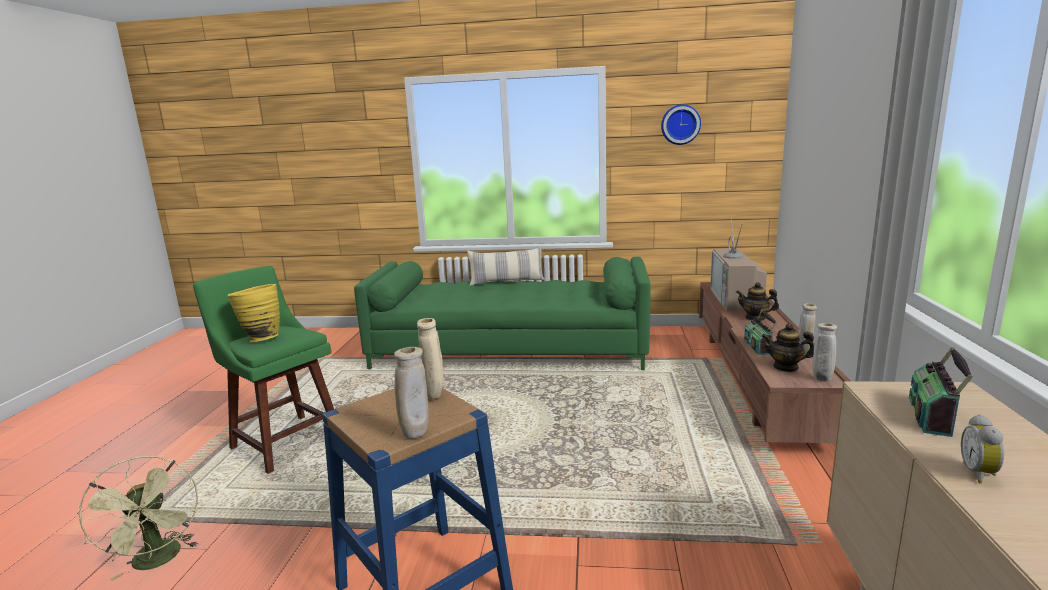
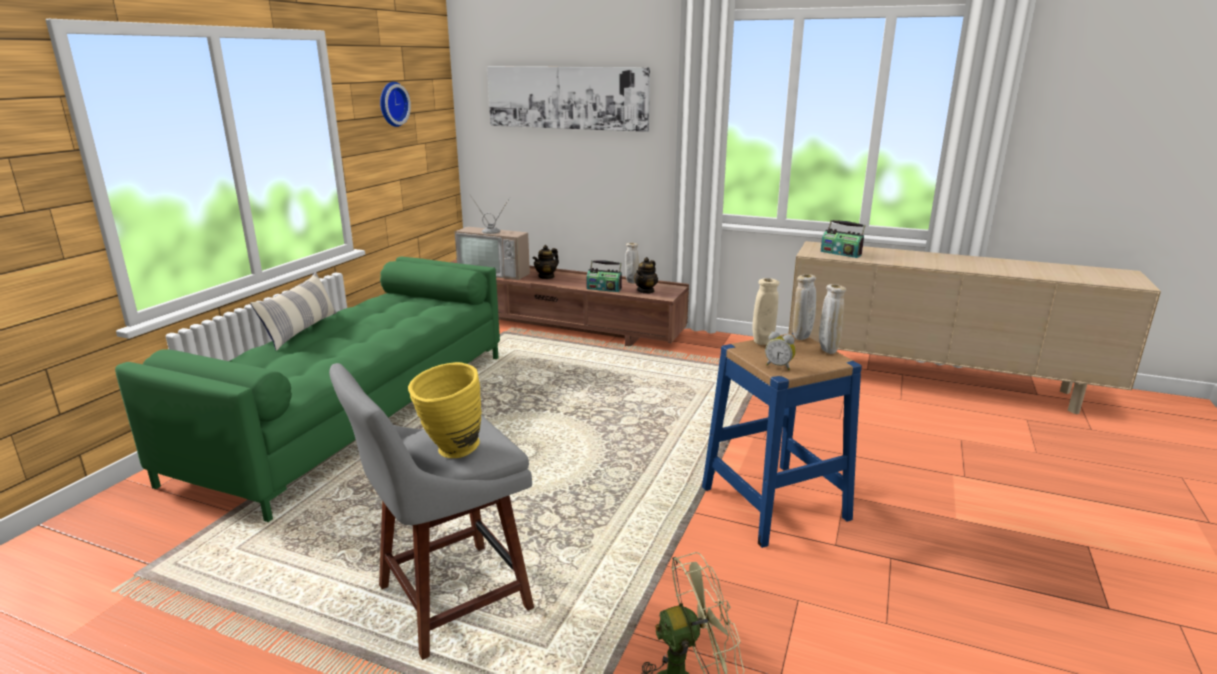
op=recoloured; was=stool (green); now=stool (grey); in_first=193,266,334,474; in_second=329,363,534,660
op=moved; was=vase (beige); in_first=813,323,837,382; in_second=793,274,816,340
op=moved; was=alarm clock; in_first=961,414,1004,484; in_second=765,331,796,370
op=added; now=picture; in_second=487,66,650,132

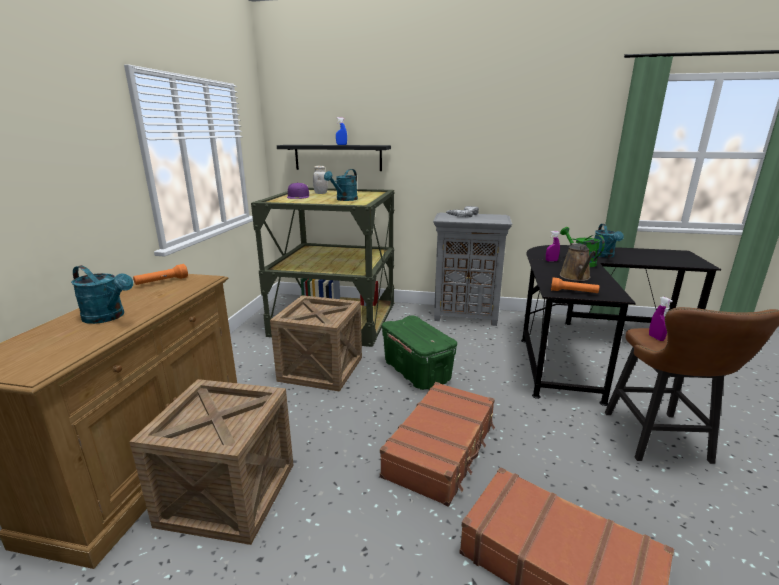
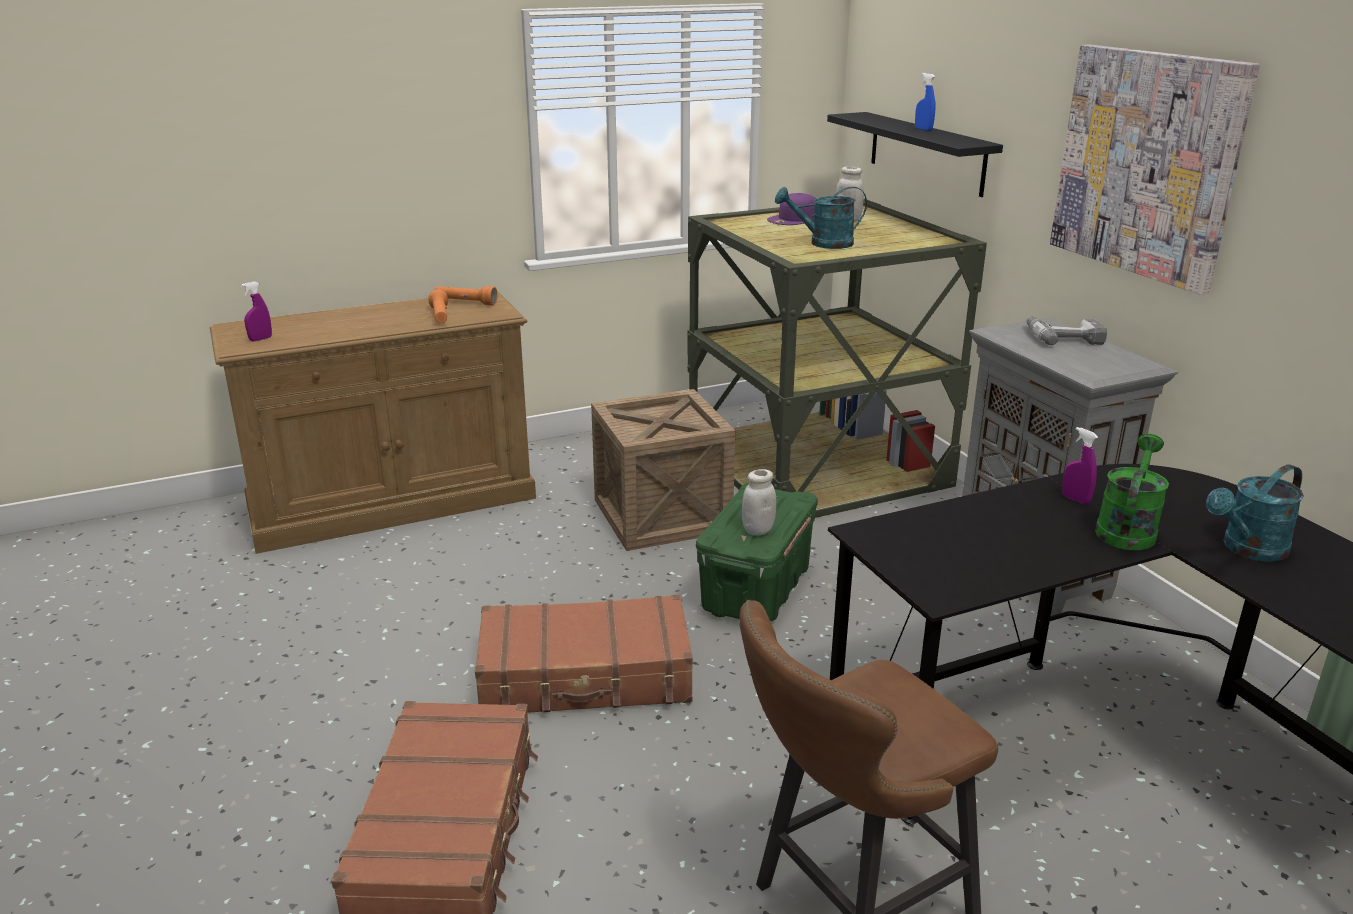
op=removed; was=watering can (turquoise); in_first=71,265,133,324
op=removed; was=crate; in_first=129,379,293,545
op=moved; was=flashlight (orange); in_first=551,277,599,293; in_second=428,289,448,323
op=removed; was=watering can (brown); in_first=560,243,595,281
op=moved; was=spray bottle (purple); in_first=649,297,673,341; in_second=241,281,272,342
op=added; now=jar (white); in_second=742,469,776,535
op=added; now=picture; in_second=1050,44,1260,295

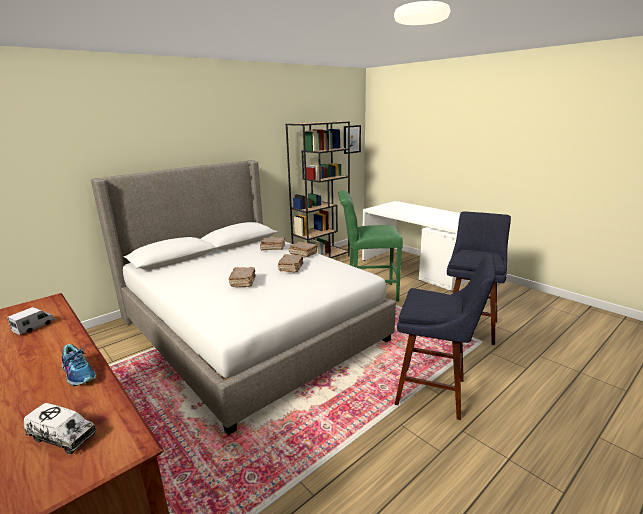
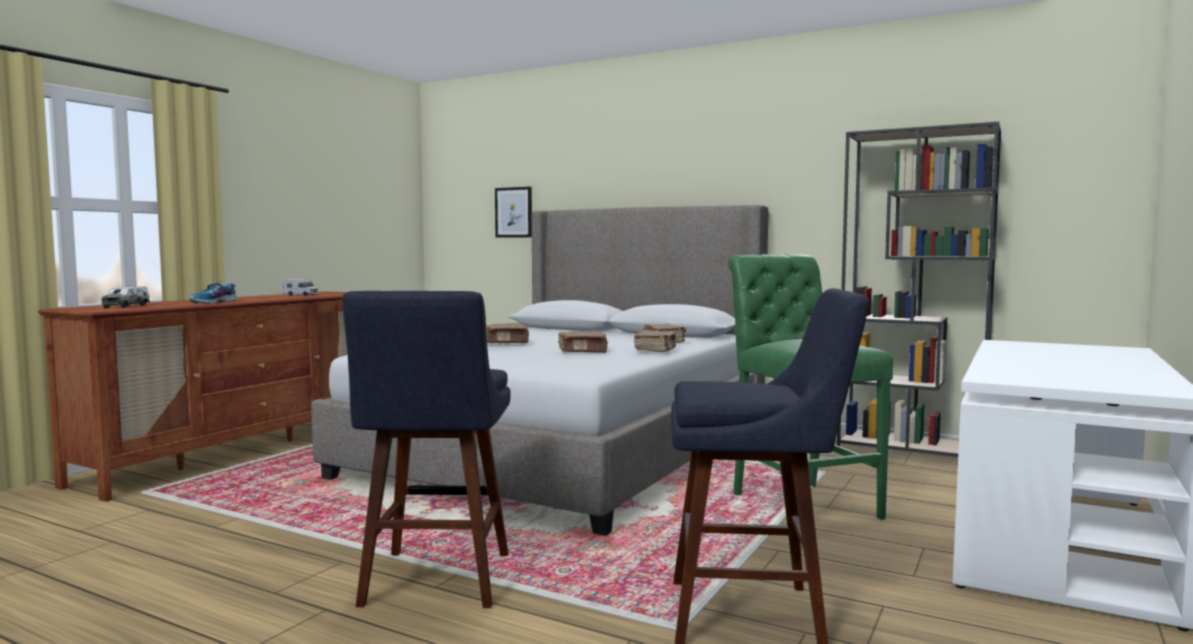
op=moved; was=picture; in_first=344,125,361,154; in_second=495,187,532,238

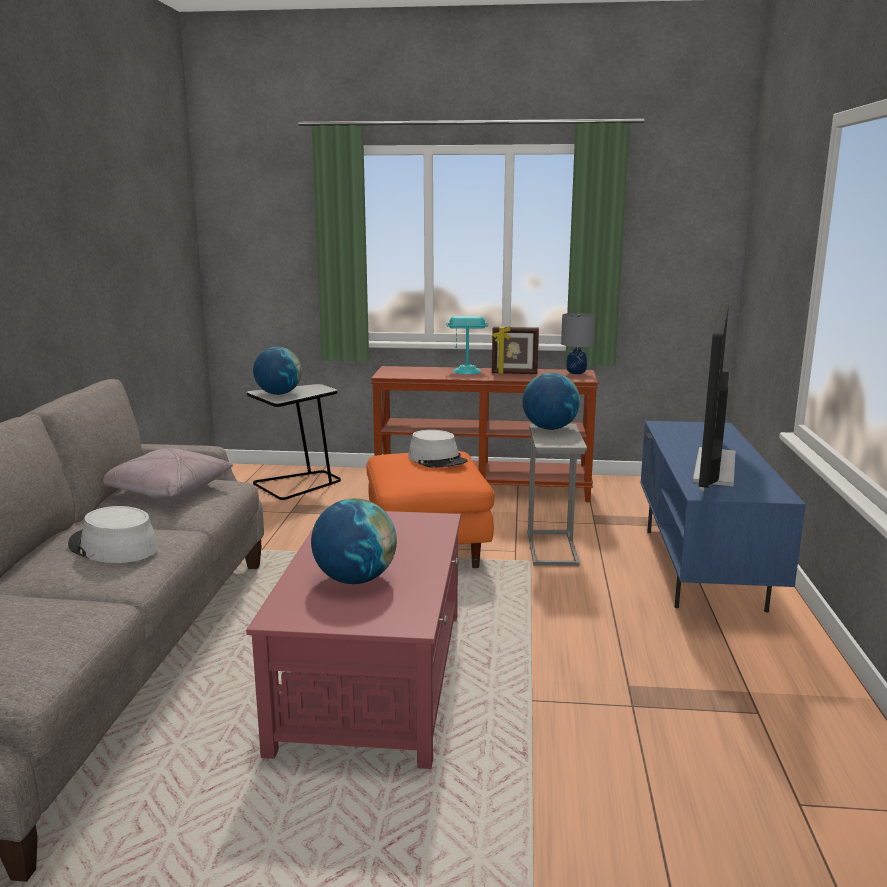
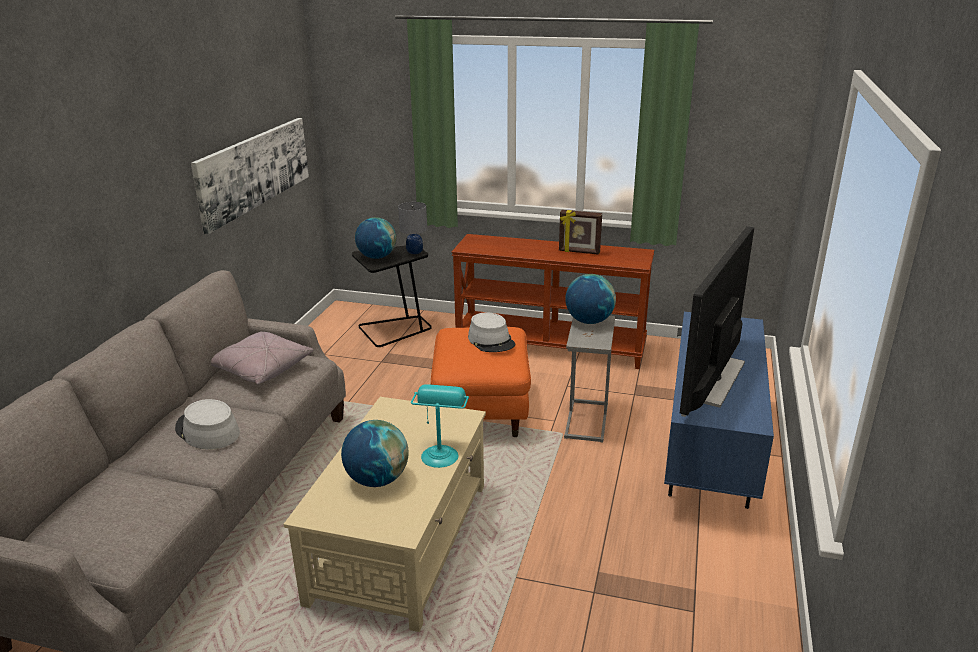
op=recoloured; was=coffee table (red); now=coffee table (beige); in_first=246,509,461,769; in_second=283,397,486,632
op=moved; was=table lamp (turquoise); in_first=446,316,488,374; in_second=411,384,469,468
op=moved; was=table lamp (grey); in_first=561,313,596,374; in_second=398,202,427,254
op=added; now=picture; in_second=191,118,309,234

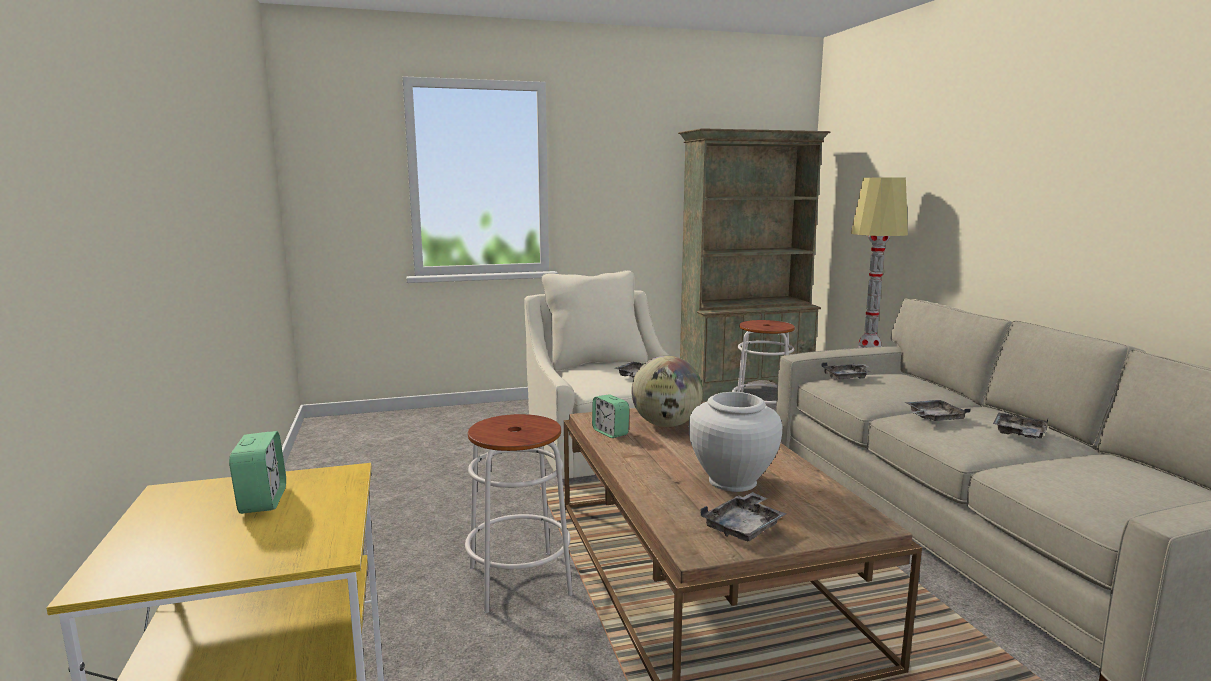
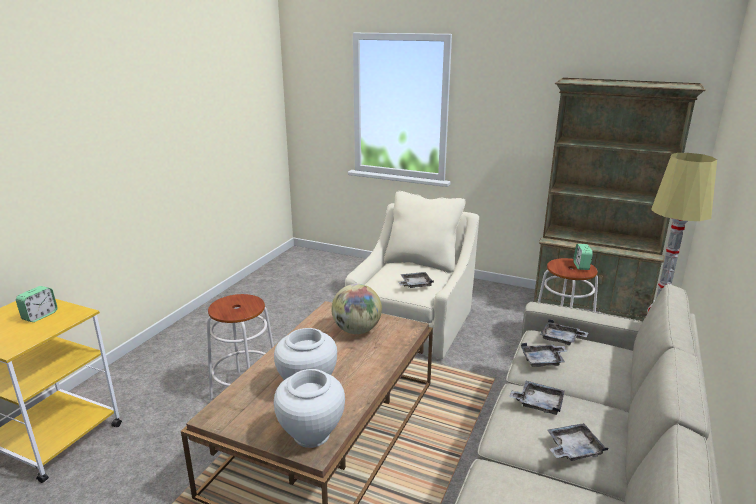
op=moved; was=alarm clock; in_first=592,394,629,438; in_second=573,244,593,270
op=moved; was=tray (grey); in_first=700,492,786,541; in_second=521,343,567,367
op=added; now=vase (white); in_second=274,369,345,448

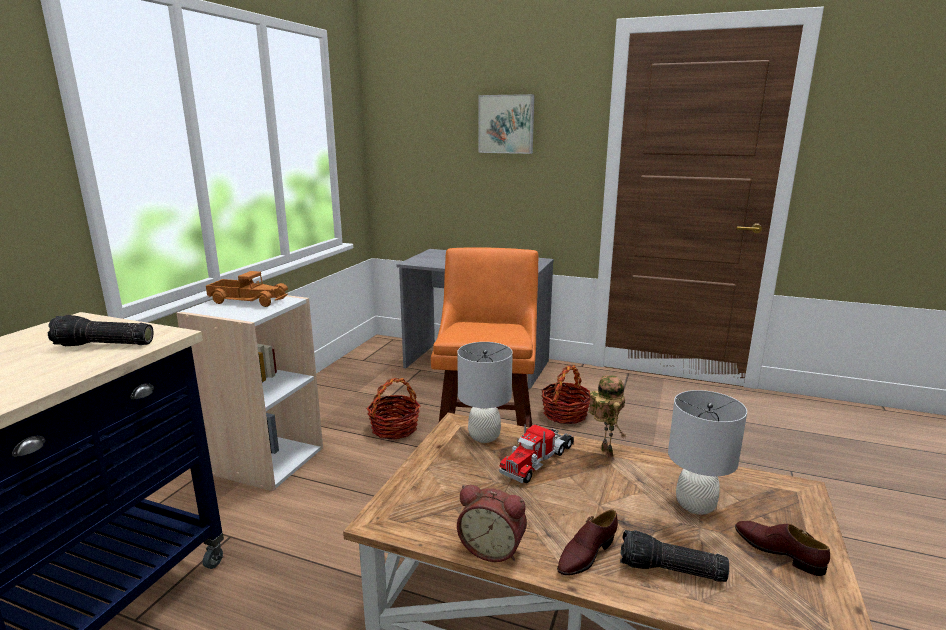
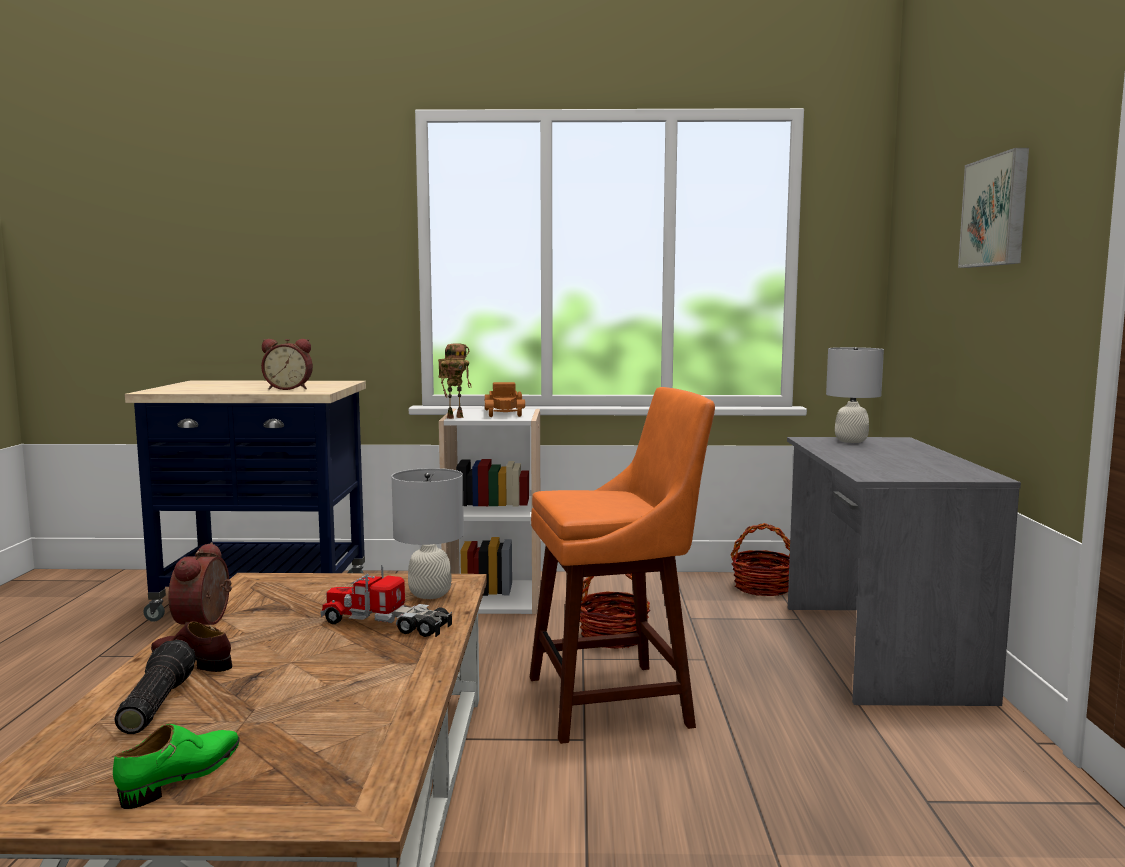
op=replaced; was=flashlight; now=alarm clock; in_first=48,315,154,346; in_second=261,339,313,390
op=moved; was=basket; in_first=541,365,590,424; in_second=731,523,790,596
op=moved; was=toy robot; in_first=589,375,627,458; in_second=438,343,472,419
op=moved; was=table lamp (grey); in_first=668,390,747,515; in_second=826,347,884,443
op=recoloured; was=shoe (brown); now=shoe (green); in_first=735,521,830,576; in_second=113,724,240,809

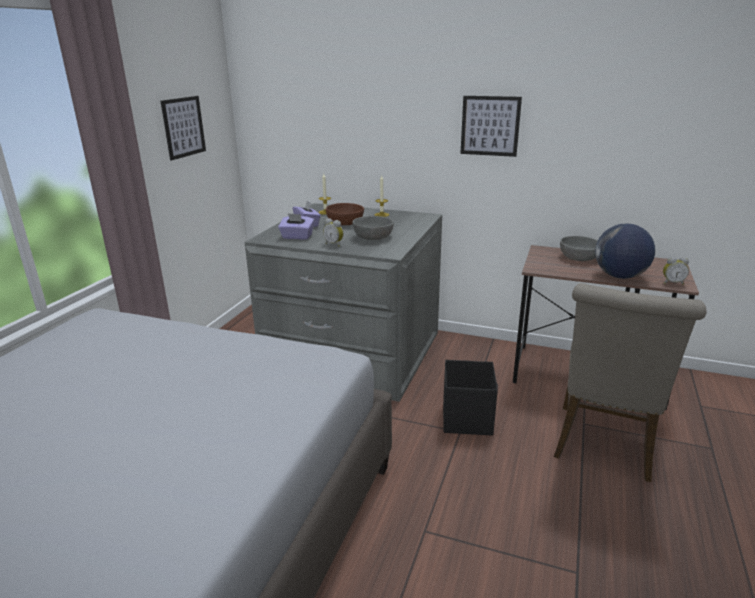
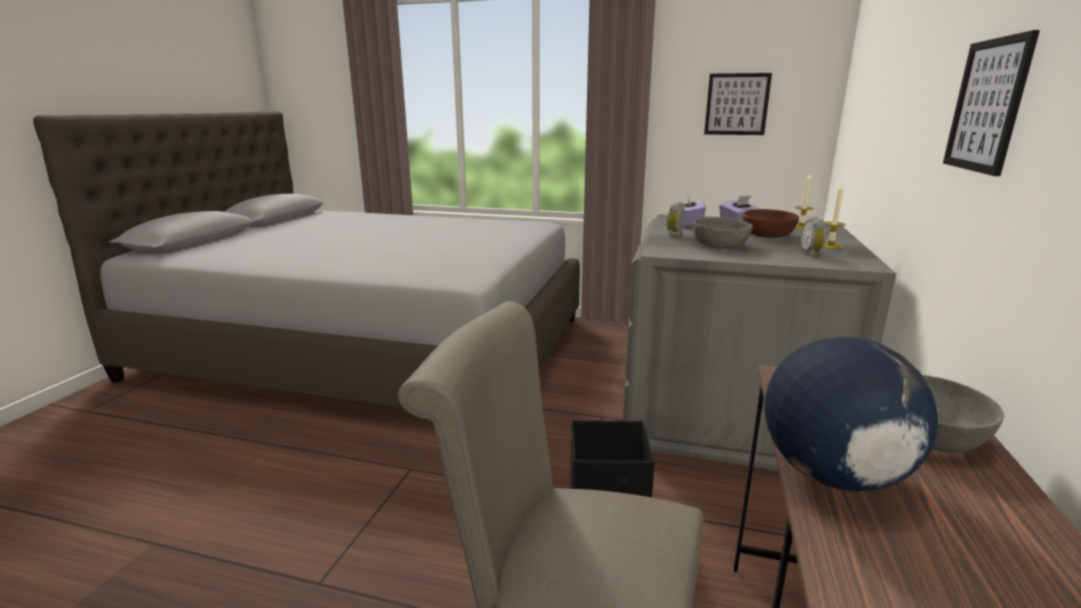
op=moved; was=alarm clock; in_first=663,257,689,285; in_second=801,216,826,257

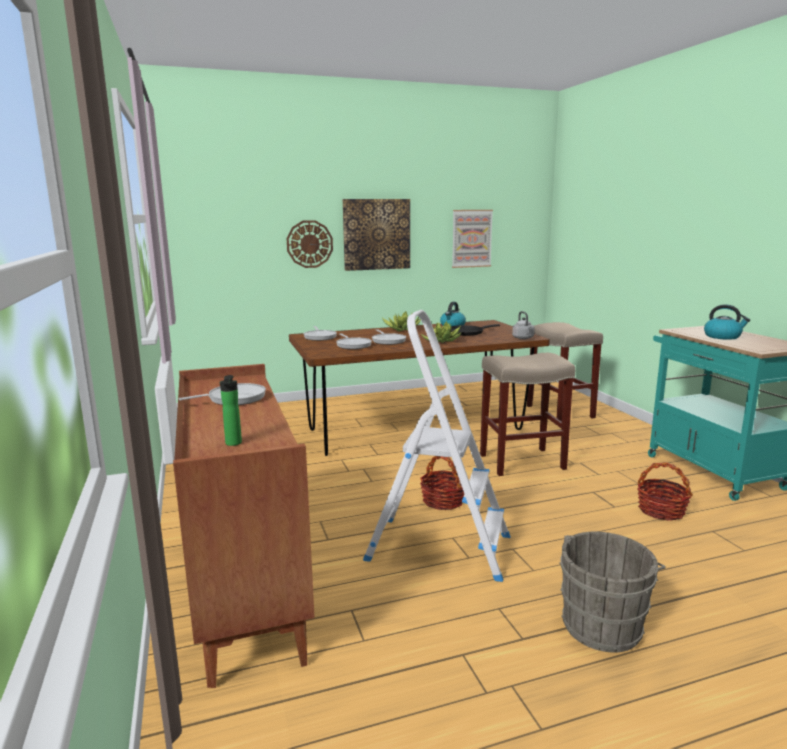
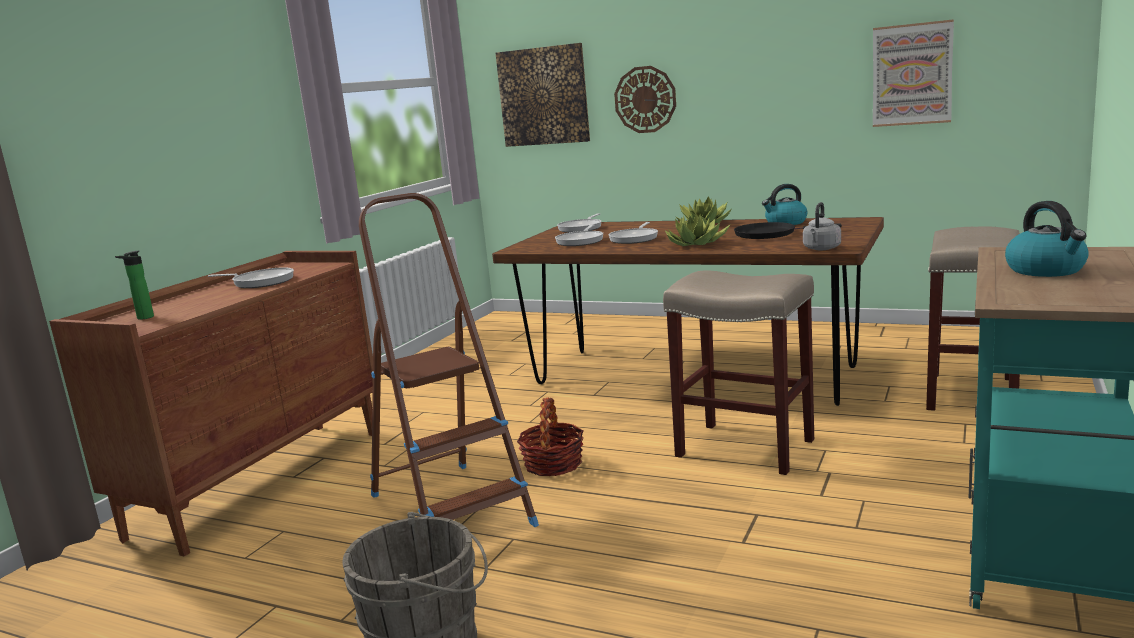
op=moved; was=picture; in_first=343,199,410,271; in_second=495,43,590,147
op=recoloured; was=step ladder (white); now=step ladder (brown); in_first=363,310,510,582; in_second=359,193,539,527
op=removed; was=basket; in_first=637,462,693,521

